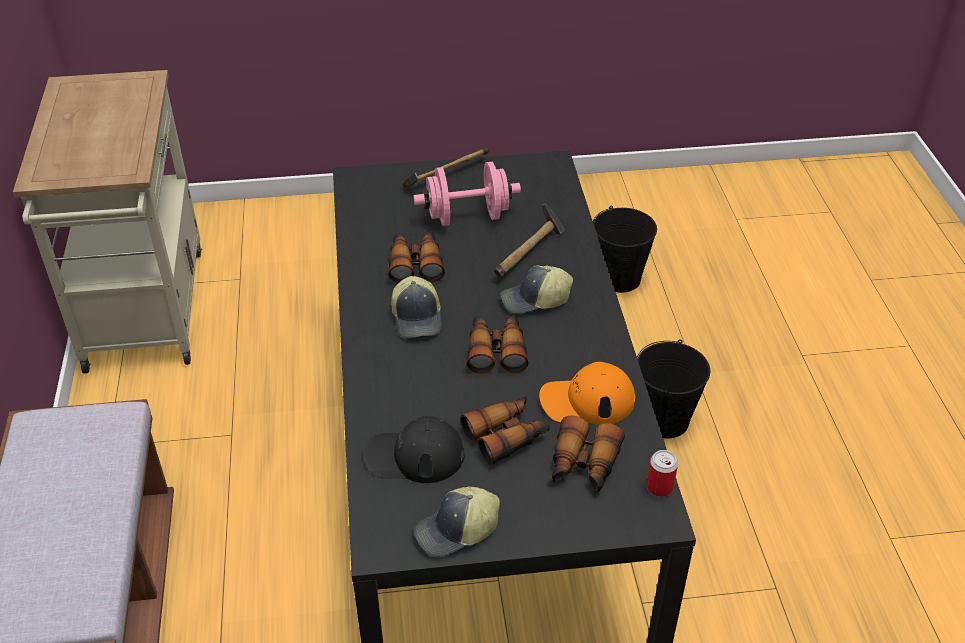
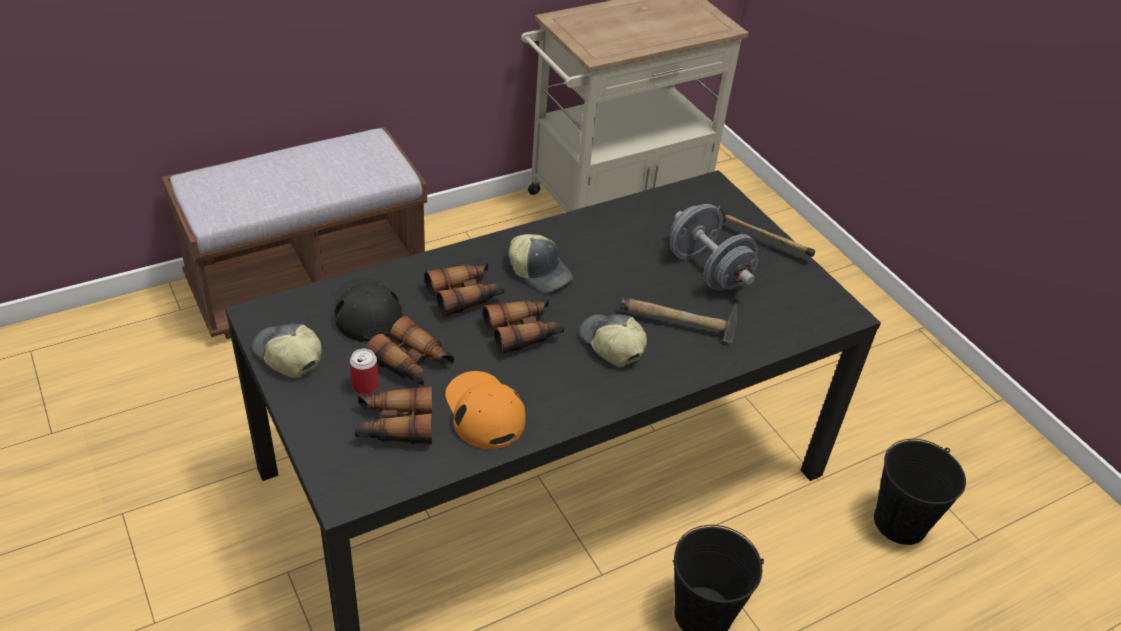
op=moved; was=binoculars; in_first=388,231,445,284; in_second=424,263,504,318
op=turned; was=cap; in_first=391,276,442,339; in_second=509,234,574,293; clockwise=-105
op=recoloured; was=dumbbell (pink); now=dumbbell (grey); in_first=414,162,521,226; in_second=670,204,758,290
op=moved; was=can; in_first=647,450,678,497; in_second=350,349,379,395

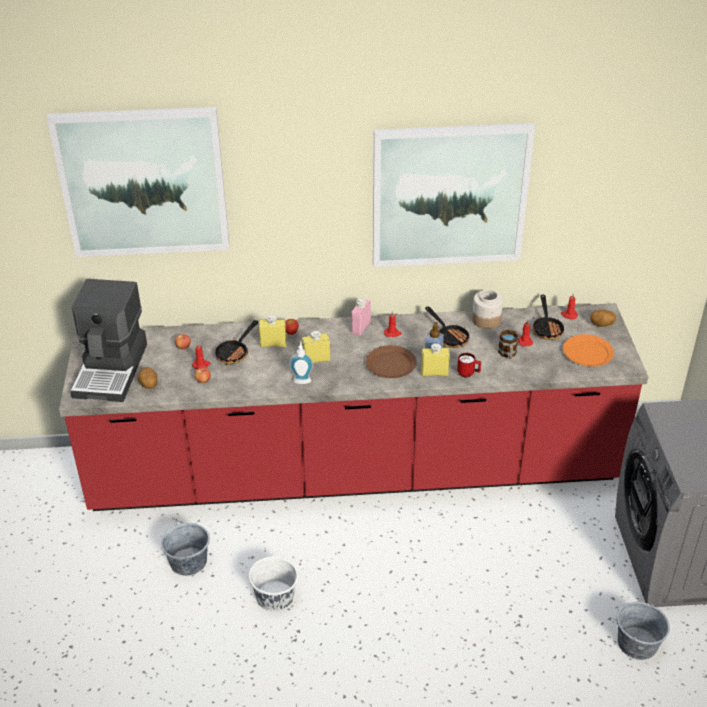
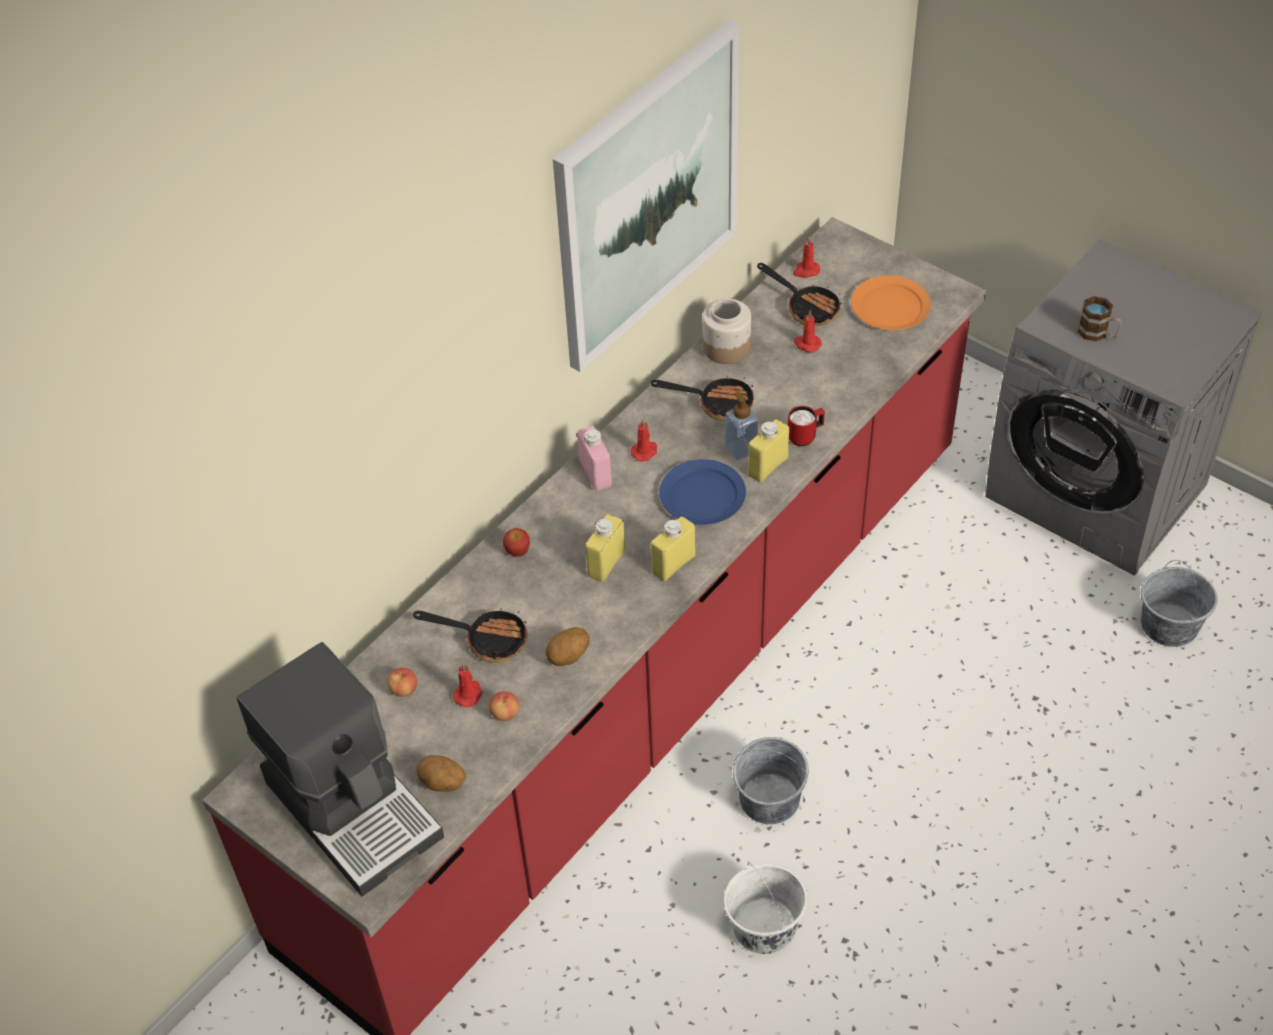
op=removed; was=picture; in_first=47,107,230,257
op=moved; was=bucket (grey); in_first=161,519,210,576; in_second=733,737,809,824
op=turned; was=frying pan; in_first=215,320,258,365; in_second=413,608,527,663; clockwise=-60
op=moved; was=bottle (yellow); in_first=259,315,287,347; in_second=651,516,696,582
op=removed; was=soap dispenser; in_first=289,342,313,384
op=recoloured; was=plate (brown); now=plate (blue); in_first=366,345,417,378; in_second=659,459,746,525
op=moved; was=mug; in_first=498,330,519,359; in_second=1078,296,1122,341
op=moved; was=potato; in_first=590,310,616,327; in_second=545,627,590,666

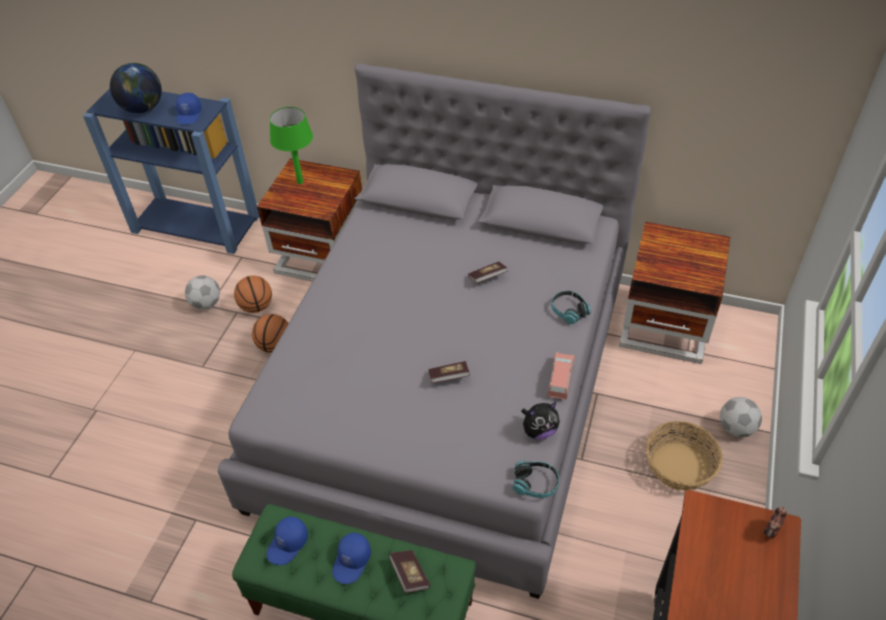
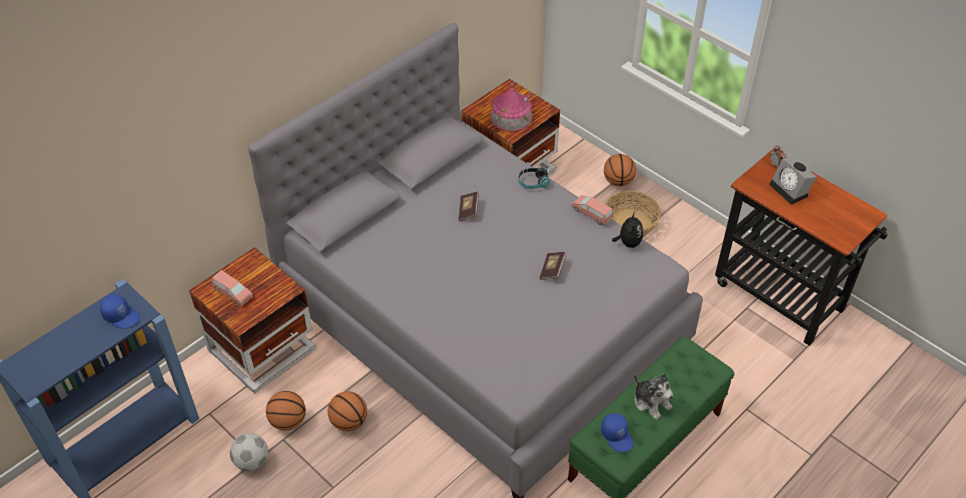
op=removed; was=globe; in_first=110,63,162,113
op=replaced; was=table lamp (green); now=toy car (pink); in_first=270,107,313,184; in_second=211,270,253,306
op=replaced; was=cap (blue); now=plush toy; in_first=332,533,371,584; in_second=634,373,673,420
op=removed; was=book; in_first=389,550,430,593
op=removed; was=headphones; in_first=513,461,559,498
op=replaced; was=football; now=basketball; in_first=720,397,762,437; in_second=604,154,636,186
op=added; now=toy house; in_second=490,83,533,131
op=added; now=alarm clock; in_second=769,157,816,205

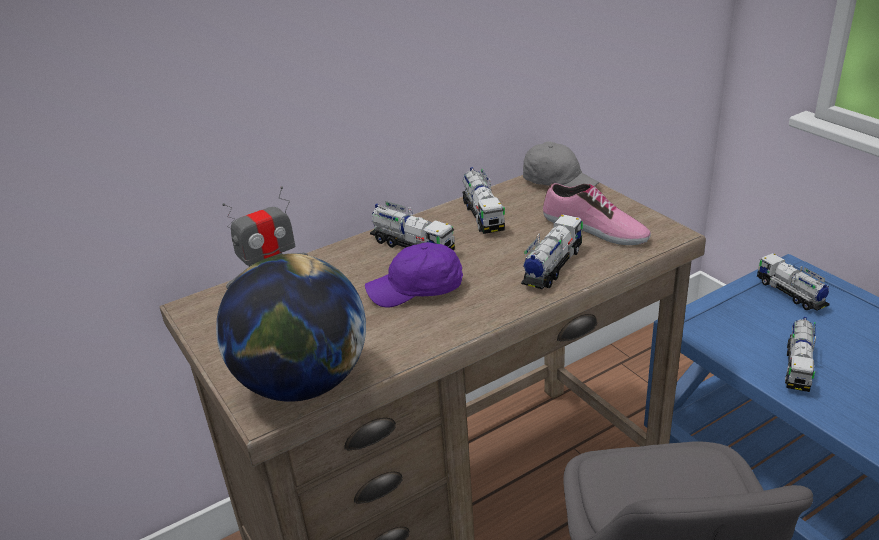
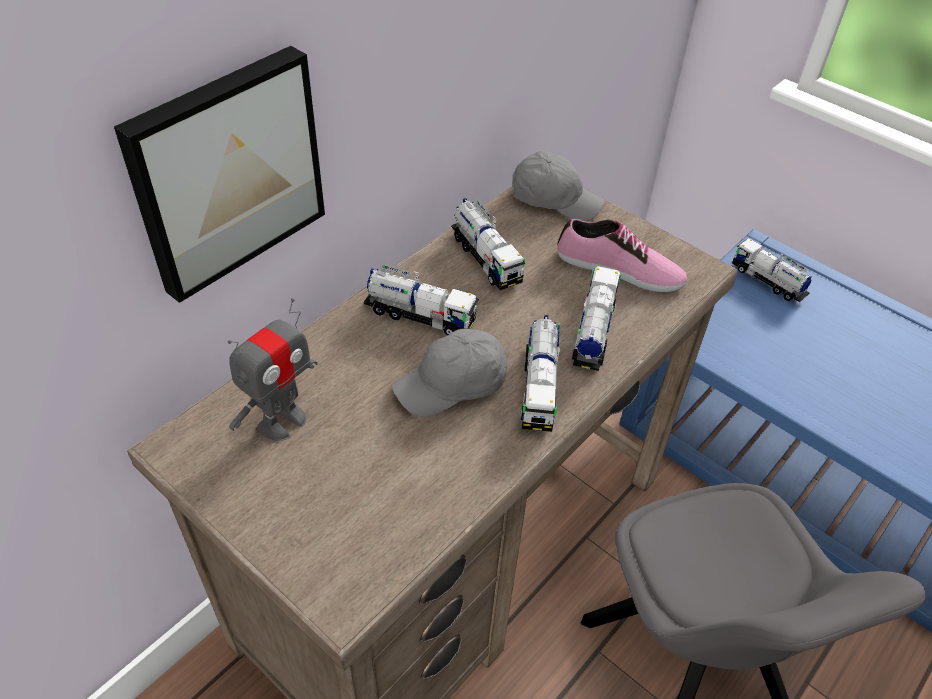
op=removed; was=globe; in_first=216,254,366,402
op=recoloured; was=cap (purple); now=cap (grey); in_first=365,242,463,308; in_second=392,329,507,417
op=moved; was=toy truck; in_first=785,317,816,392; in_second=520,315,560,432
op=added; now=picture; in_second=114,46,325,303

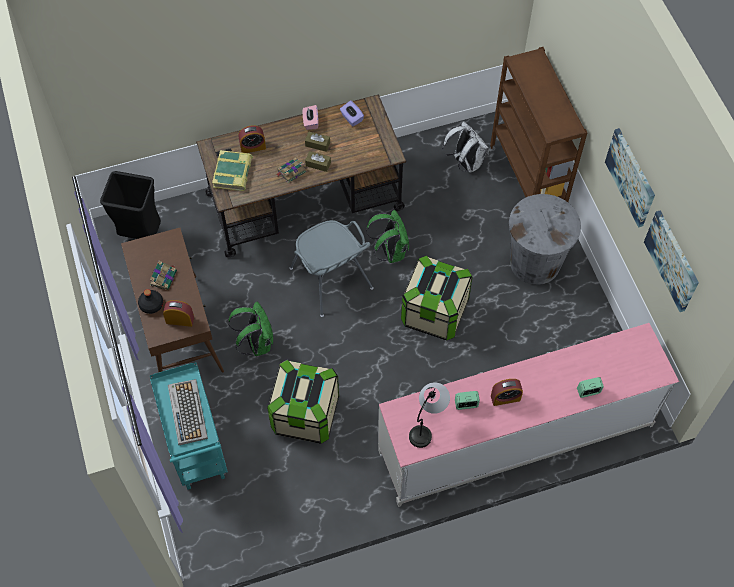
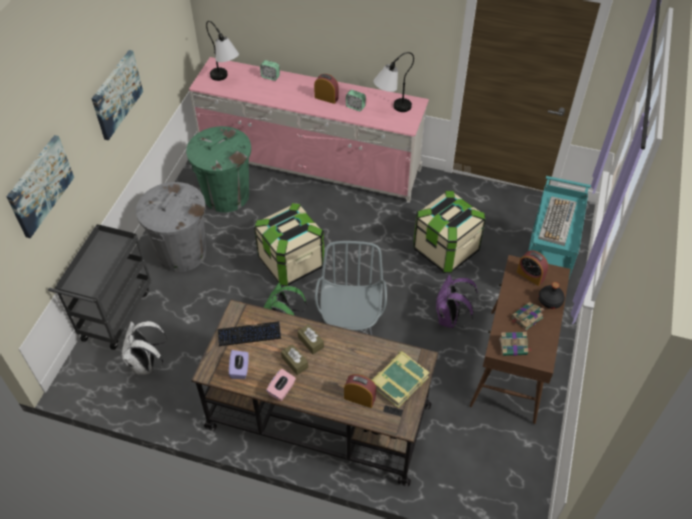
op=removed; was=trash can (black); in_first=100,171,161,239
op=recoloured; was=backpack (green); now=backpack (purple); in_first=228,302,273,356; in_second=436,275,478,328
op=moved; was=book; in_first=276,158,306,183; in_second=499,332,531,356
op=replaced; was=bookcase (brown); now=cart (grey); in_first=490,47,588,202; in_second=48,224,151,350
op=moved; was=picture; in_first=644,210,699,312; in_second=6,135,74,238
op=added; now=trash can (green); in_second=186,126,251,212
op=added; now=table lamp; in_second=206,21,239,81
op=added; now=keyboard; in_second=218,321,281,346

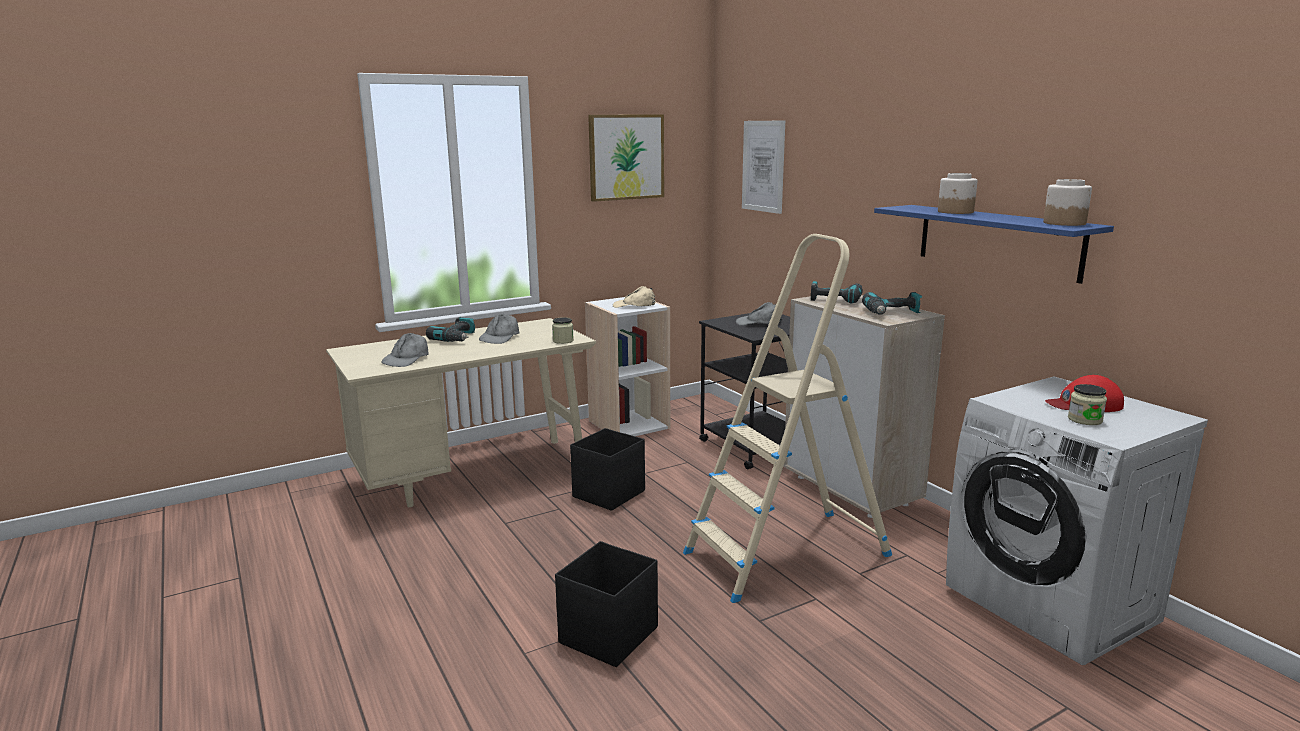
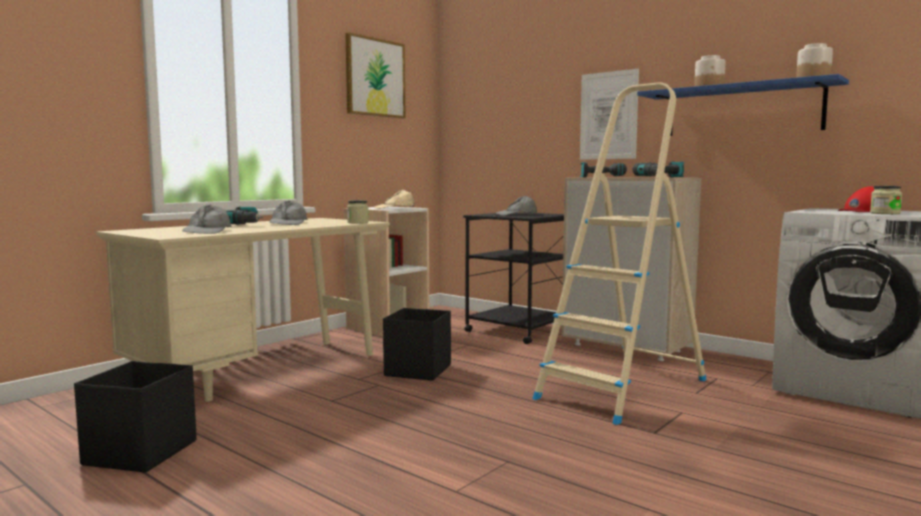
op=moved; was=storage box (black); in_first=555,541,658,667; in_second=74,361,197,473
op=moved; was=picture; in_first=742,120,785,214; in_second=580,69,639,160

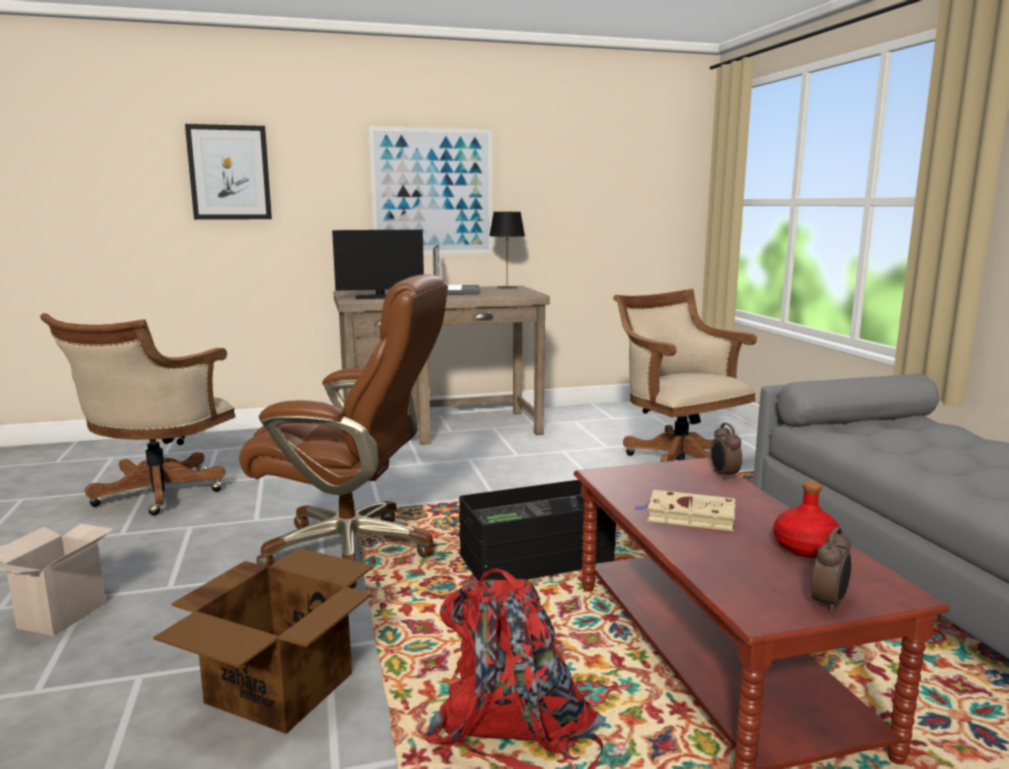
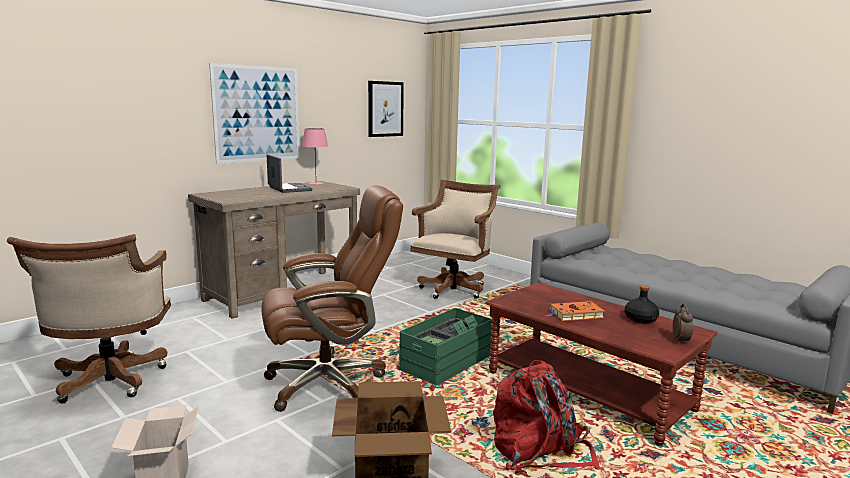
op=moved; was=picture; in_first=185,124,272,220; in_second=368,81,404,137
op=removed; was=monitor; in_first=332,230,424,299
op=recoloured; was=storage box (black); now=storage box (green); in_first=459,480,616,581; in_second=399,308,492,385
op=recoloured; was=table lamp (black); now=table lamp (pink); in_first=489,212,525,289; in_second=302,128,328,185
op=turned; was=office chair; in_first=613,289,757,462; in_second=410,179,501,299; clockwise=90
op=recoloured; was=book (beige); now=book (orange); in_first=634,490,736,531; in_second=547,301,604,321
op=removed; was=alarm clock; in_first=710,423,742,480
op=recoloured; was=bottle (red); now=bottle (black); in_first=773,481,840,558; in_second=625,285,659,323

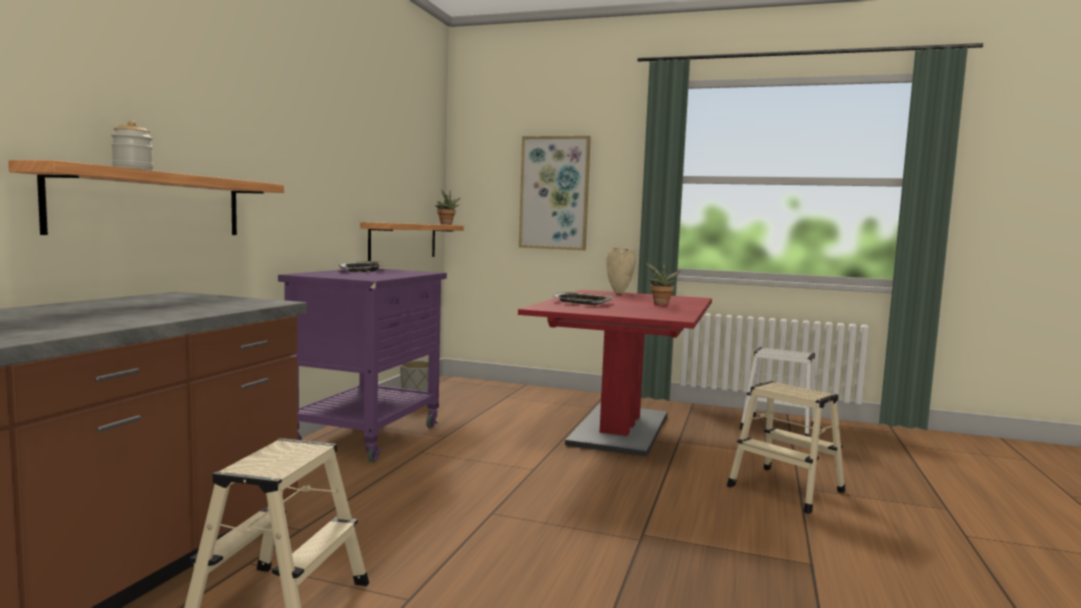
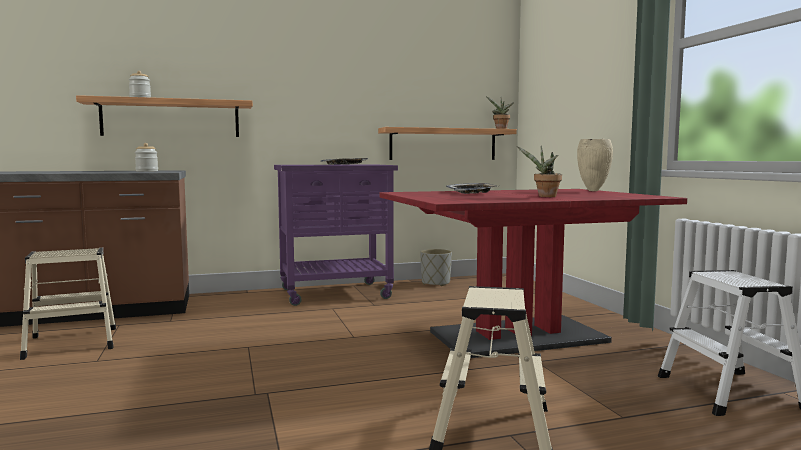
op=removed; was=picture; in_first=519,136,591,250
op=added; now=jar; in_second=135,143,158,172

